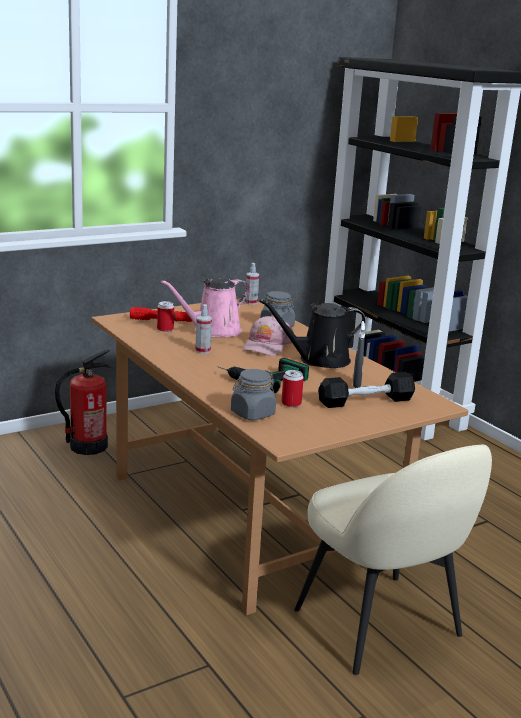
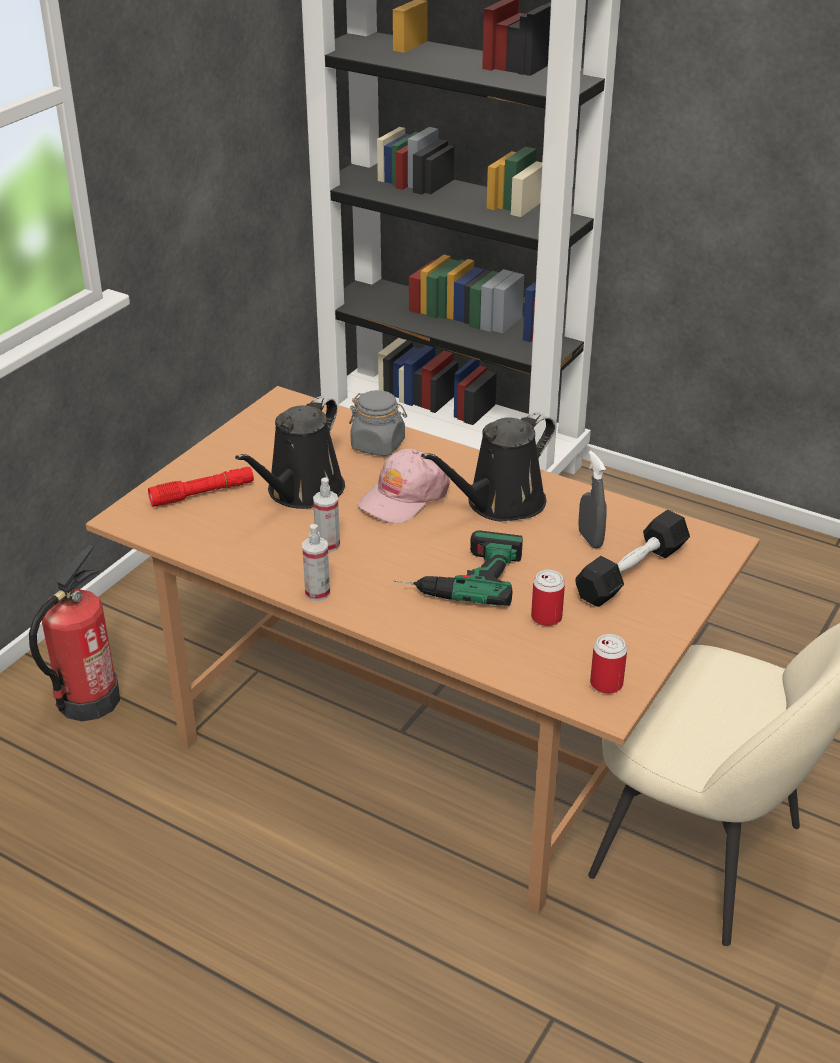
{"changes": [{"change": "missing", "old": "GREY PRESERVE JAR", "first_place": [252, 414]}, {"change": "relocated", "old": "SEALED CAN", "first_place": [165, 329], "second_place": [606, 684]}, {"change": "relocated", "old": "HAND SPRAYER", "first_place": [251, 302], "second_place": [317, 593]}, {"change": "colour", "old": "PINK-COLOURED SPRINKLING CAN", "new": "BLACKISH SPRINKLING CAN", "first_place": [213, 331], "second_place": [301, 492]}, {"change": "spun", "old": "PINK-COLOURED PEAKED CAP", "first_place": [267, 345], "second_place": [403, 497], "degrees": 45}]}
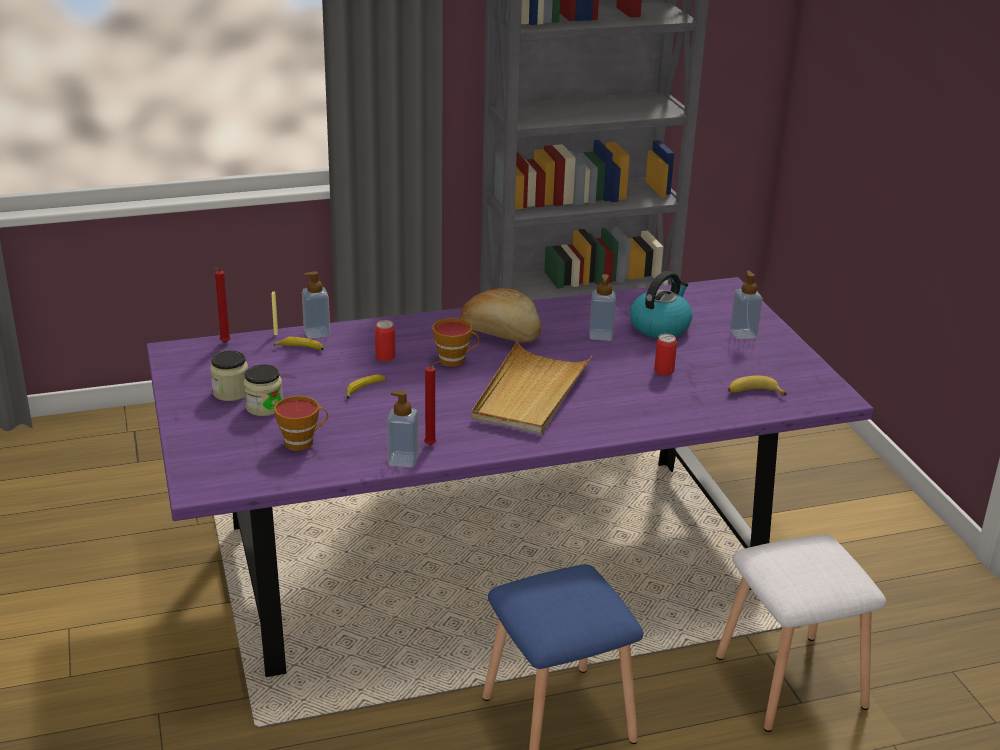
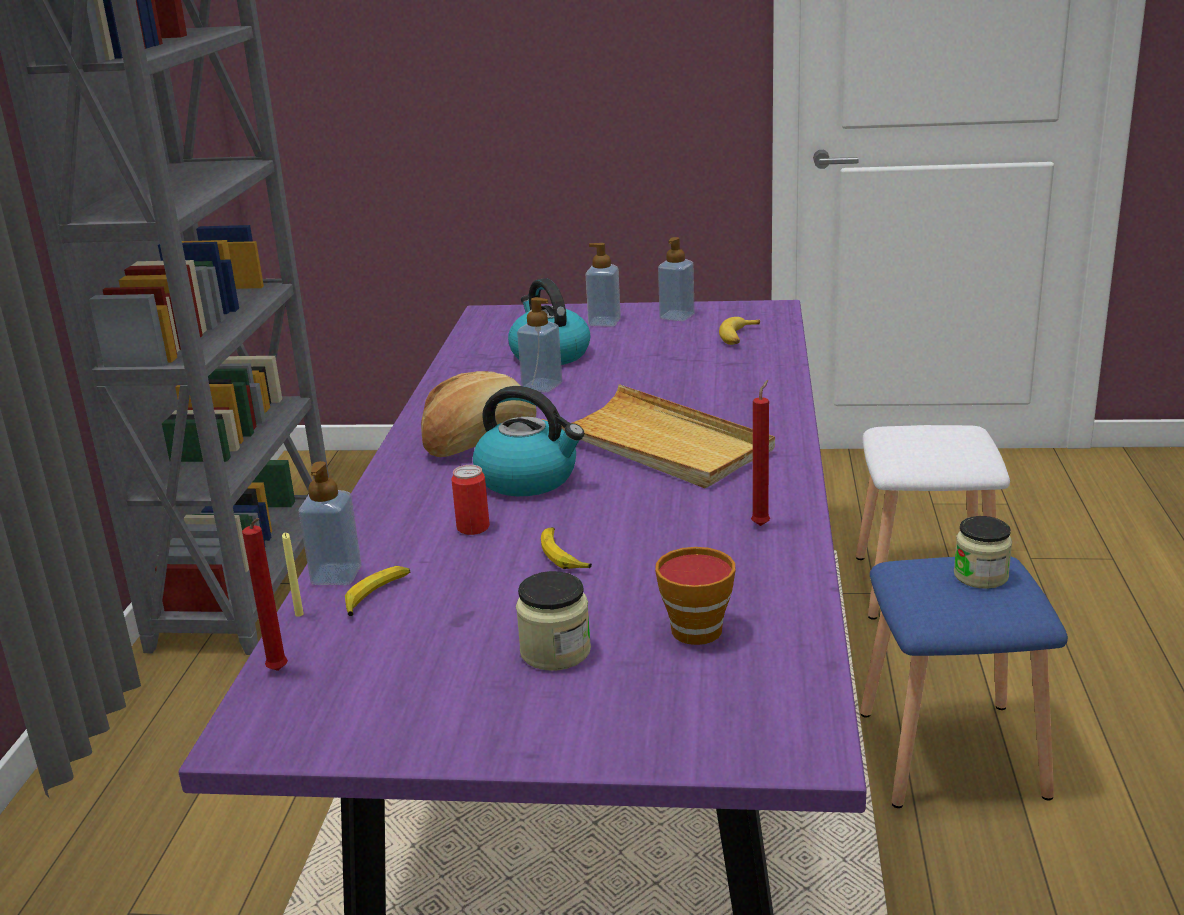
{"changes": [{"change": "missing", "old": "SEALED CAN", "first_place": [664, 371]}, {"change": "relocated", "old": "PRESERVE JAR", "first_place": [231, 392], "second_place": [980, 576]}, {"change": "relocated", "old": "LIQUID SOAP BOTTLE", "first_place": [403, 460], "second_place": [677, 316]}, {"change": "exchanged", "old": "DRINKING CUP", "new": "WATER KETTLE", "first_place": [455, 360], "second_place": [529, 479]}]}
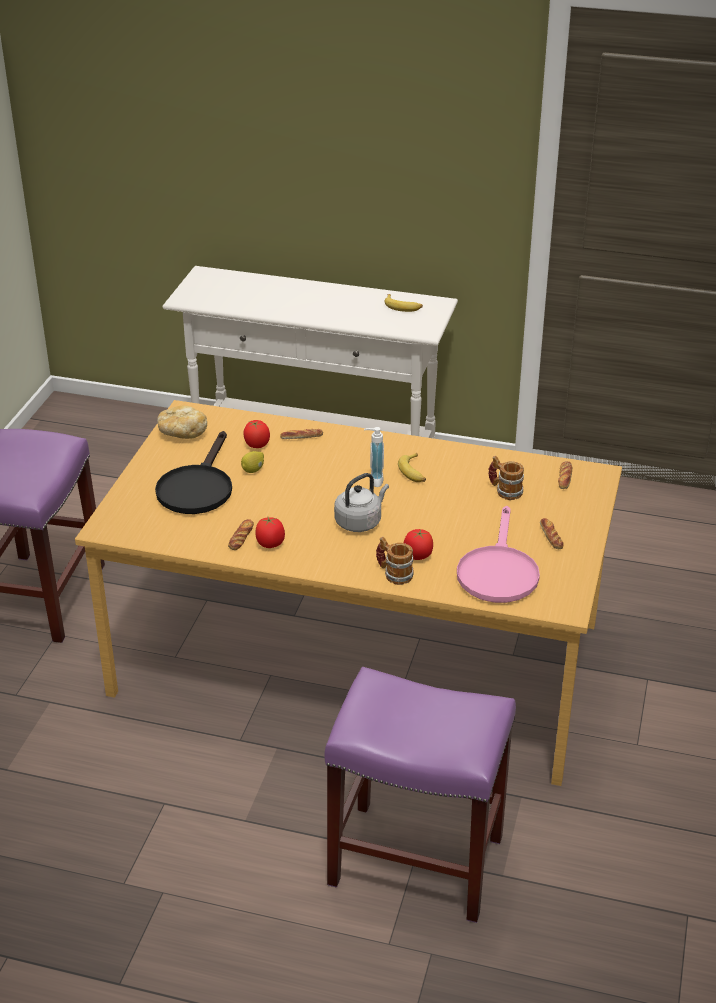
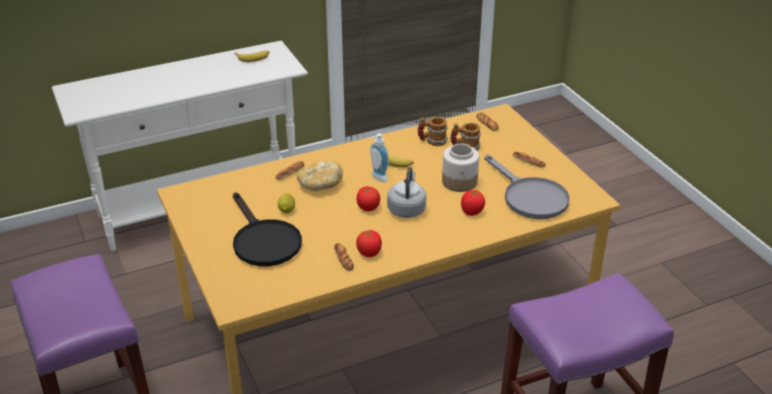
{"changes": [{"change": "appeared", "new": "PRESERVE JAR", "second_place": [460, 182]}, {"change": "relocated", "old": "BAKED BREAD", "first_place": [182, 433], "second_place": [320, 185]}, {"change": "relocated", "old": "WHOLE TOMATO", "first_place": [256, 445], "second_place": [368, 208]}, {"change": "relocated", "old": "COFFEE MUG", "first_place": [394, 573], "second_place": [432, 141]}, {"change": "colour", "old": "PINK-COLOURED PAN", "new": "GREY PAN", "first_place": [497, 571], "second_place": [529, 197]}]}
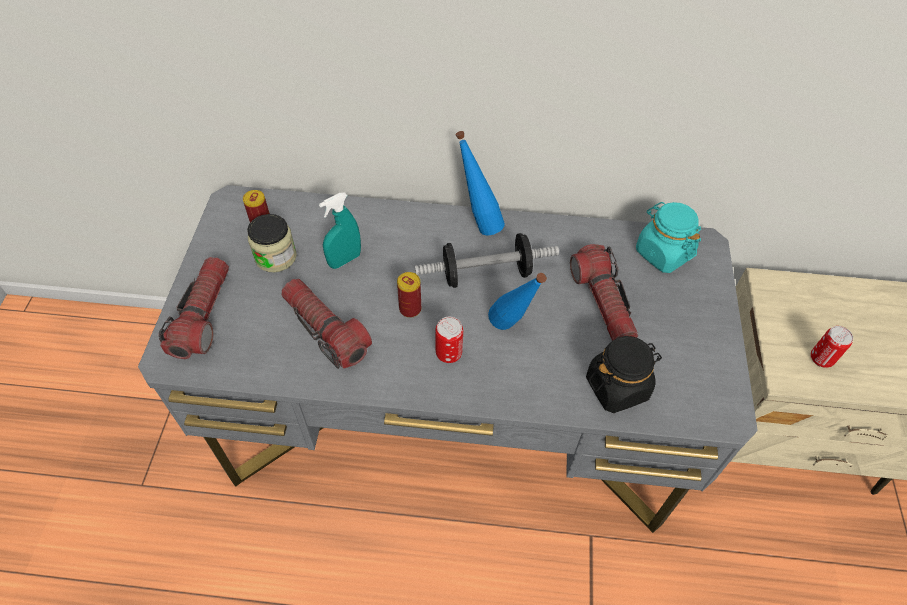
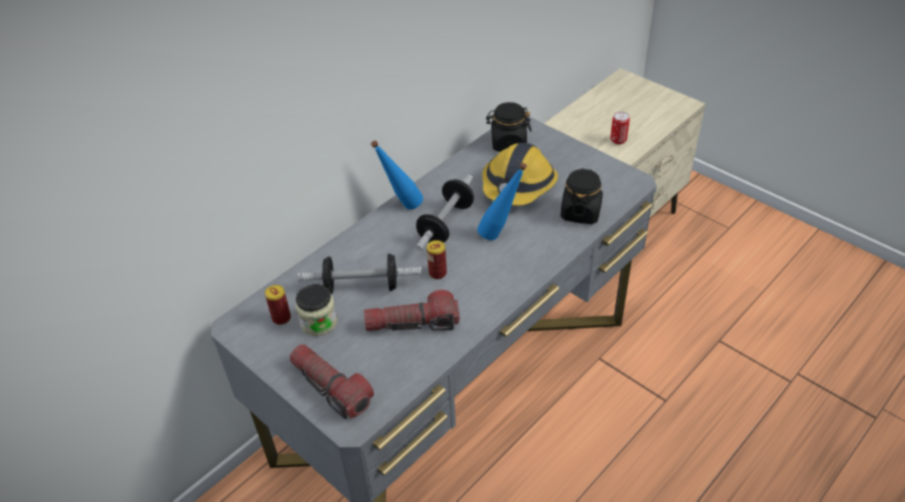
{"changes": [{"change": "missing", "old": "SEALED CAN", "first_place": [449, 353]}, {"change": "exchanged", "old": "TURQUOISE HAND SPRAYER", "new": "DUMBBELL", "first_place": [344, 260], "second_place": [362, 286]}, {"change": "exchanged", "old": "TORCH", "new": "WORK HELMET", "first_place": [602, 302], "second_place": [518, 186]}, {"change": "colour", "old": "TURQUOISE PRESERVE JAR", "new": "BLACKISH PRESERVE JAR", "first_place": [663, 253], "second_place": [508, 143]}]}
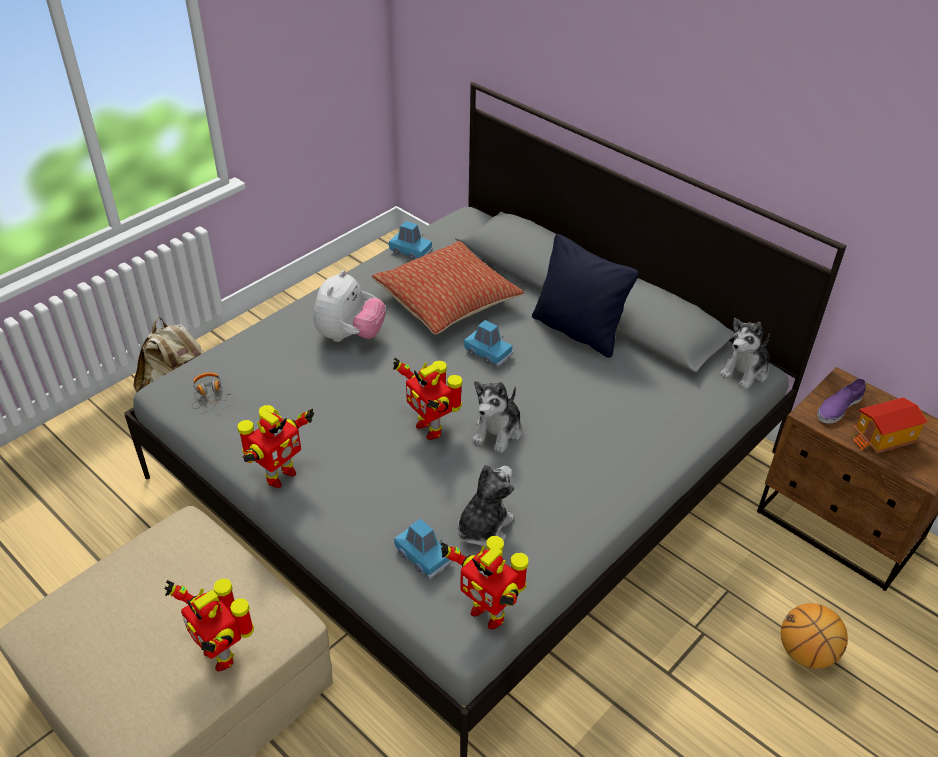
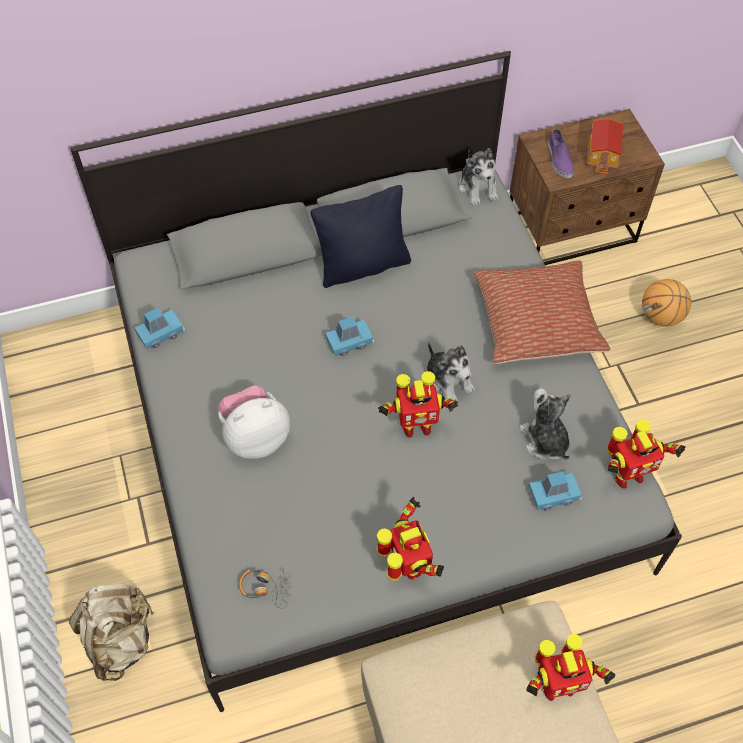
{"changes": [{"change": "relocated", "old": "CUSHION", "first_place": [447, 300], "second_place": [536, 322]}, {"change": "spun", "old": "PLUSH TOY", "first_place": [350, 335], "second_place": [255, 437], "degrees": -75}]}
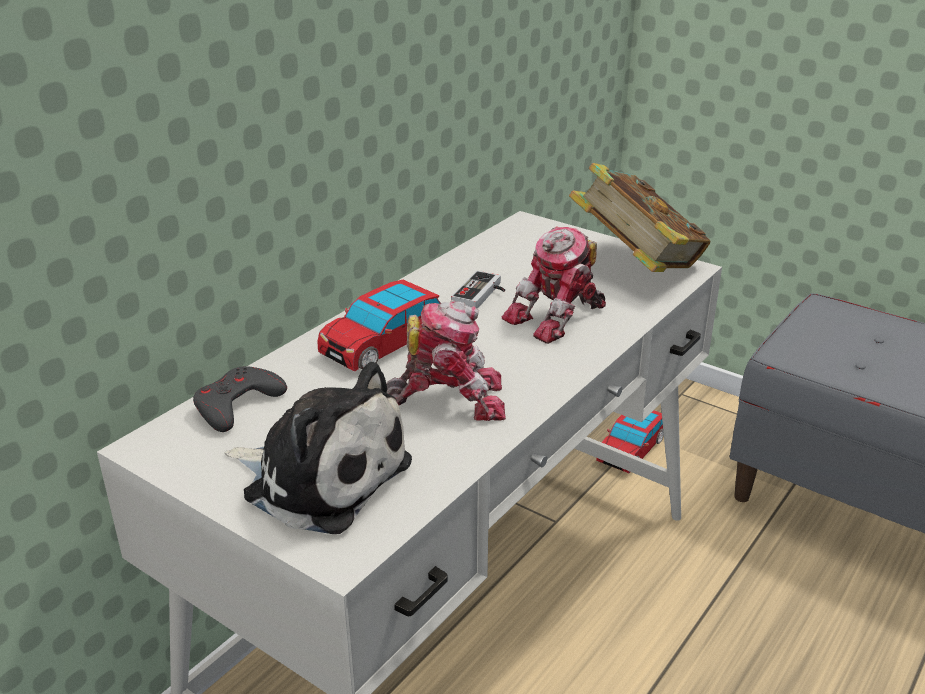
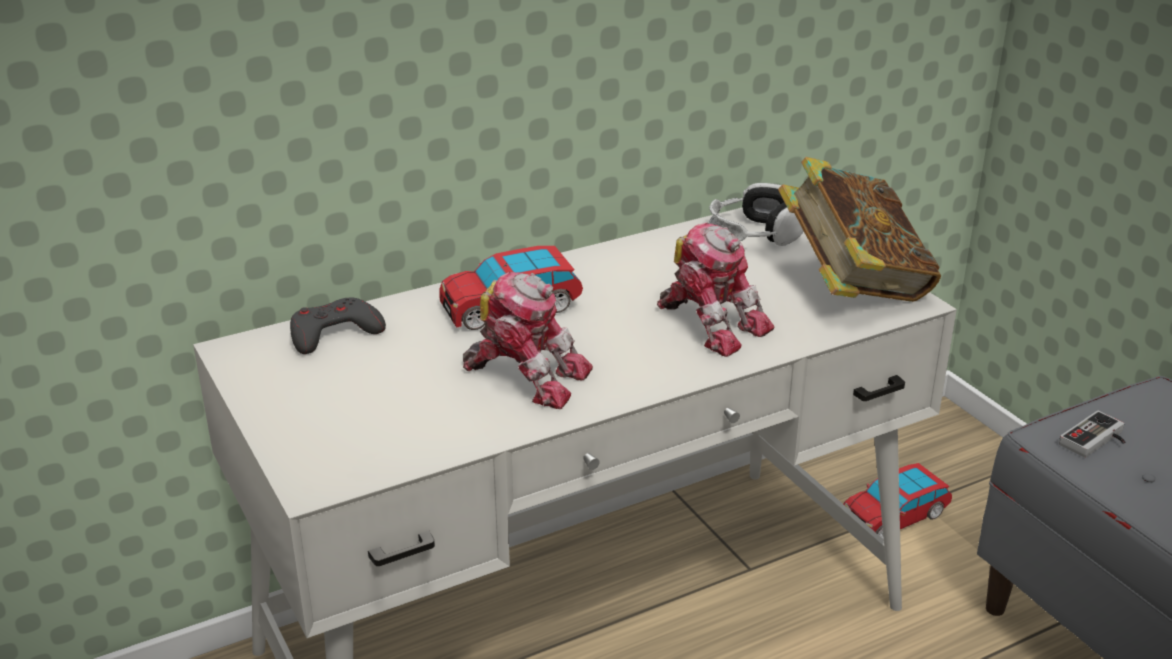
{"changes": [{"change": "missing", "old": "PLUSH TOY", "first_place": [321, 477]}, {"change": "appeared", "new": "HEADSET", "second_place": [754, 234]}, {"change": "relocated", "old": "JOYPAD", "first_place": [482, 295], "second_place": [1097, 441]}, {"change": "spun", "old": "MODEL ROBOT", "first_place": [559, 317], "second_place": [711, 323], "degrees": -120}]}
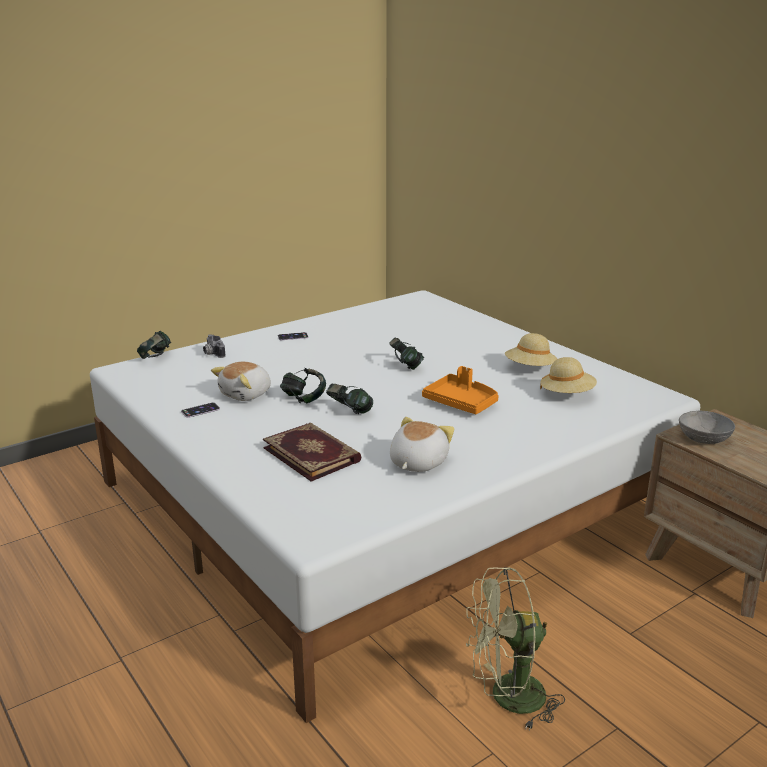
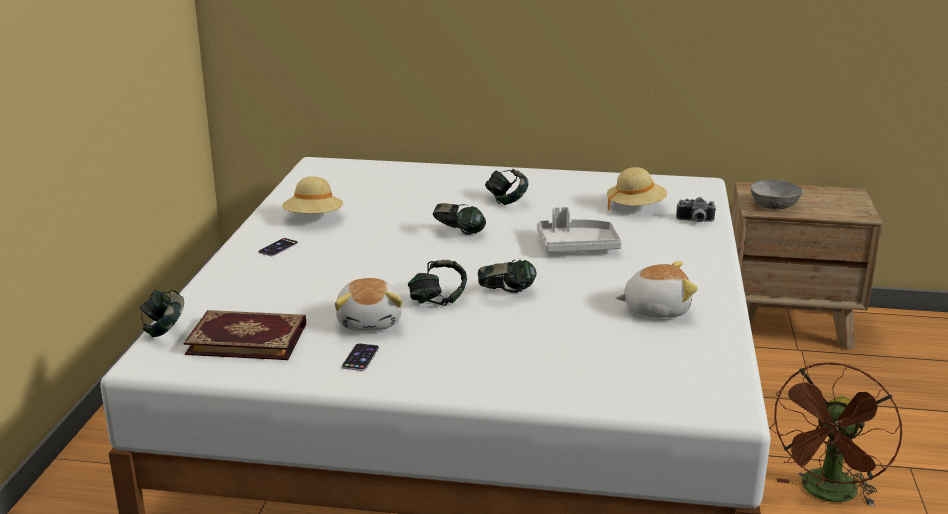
{"changes": [{"change": "appeared", "new": "HEADSET", "second_place": [506, 201]}, {"change": "relocated", "old": "STILL CAMERA", "first_place": [212, 354], "second_place": [695, 221]}, {"change": "relocated", "old": "BOUND BOOK", "first_place": [312, 454], "second_place": [247, 338]}, {"change": "relocated", "old": "BEIGE-COLOURED HAT", "first_place": [530, 368], "second_place": [314, 218]}, {"change": "colour", "old": "ORANGE CARRYING TRAY", "new": "GREY CARRYING TRAY", "first_place": [461, 403], "second_place": [577, 246]}, {"change": "colour", "old": "GREEN COOLING FAN", "new": "BROWN COOLING FAN", "first_place": [507, 698], "second_place": [827, 494]}, {"change": "spun", "old": "PLUSH TOY", "first_place": [416, 462], "second_place": [656, 309], "degrees": 105}]}
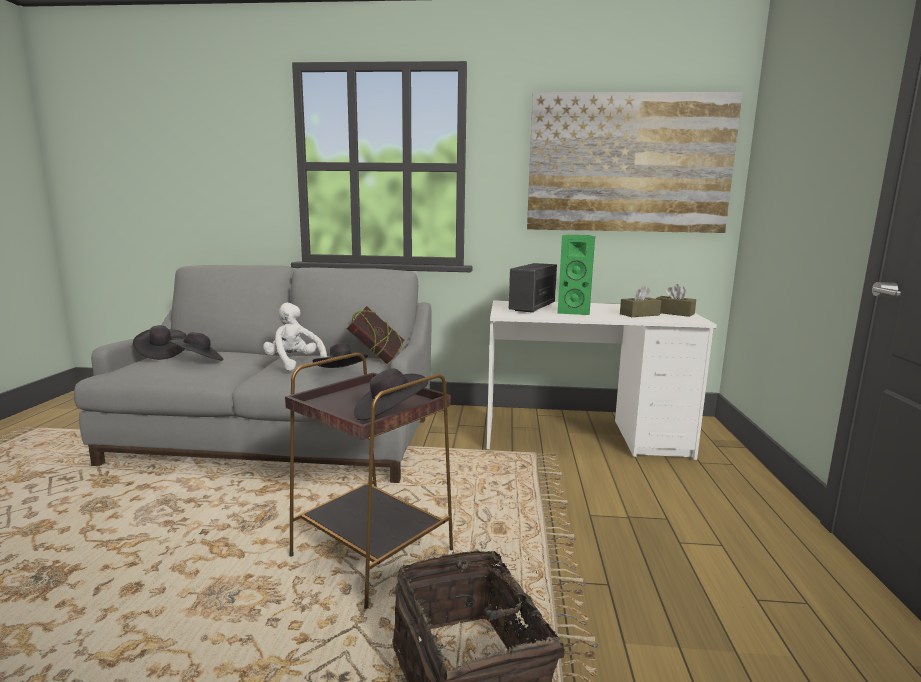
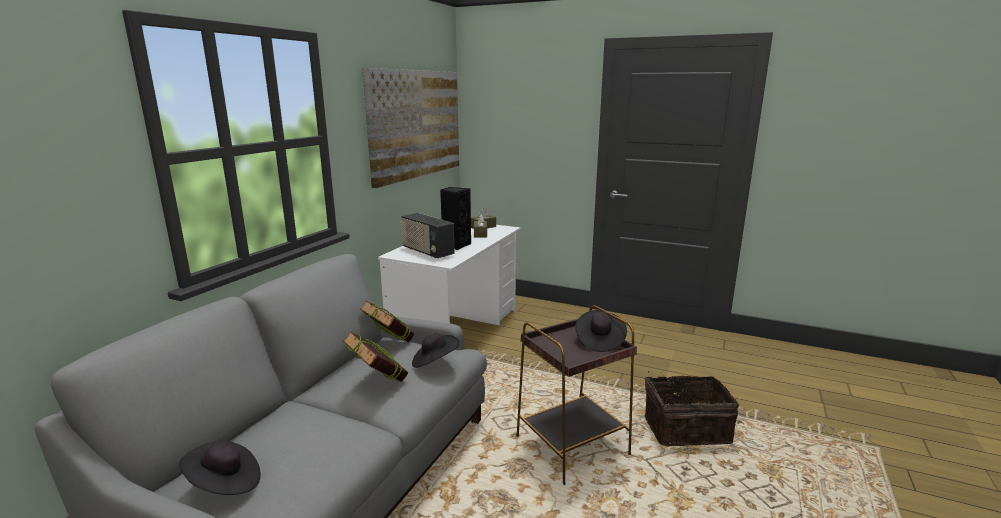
{"changes": [{"change": "missing", "old": "BLACKISH HAT", "first_place": [198, 361]}, {"change": "exchanged", "old": "WHITE-COLOURED PLUSH TOY", "new": "BOUND BOOK", "first_place": [294, 363], "second_place": [378, 383]}, {"change": "colour", "old": "GREEN LOUDSPEAKER", "new": "BLACKISH LOUDSPEAKER", "first_place": [573, 312], "second_place": [456, 245]}]}
